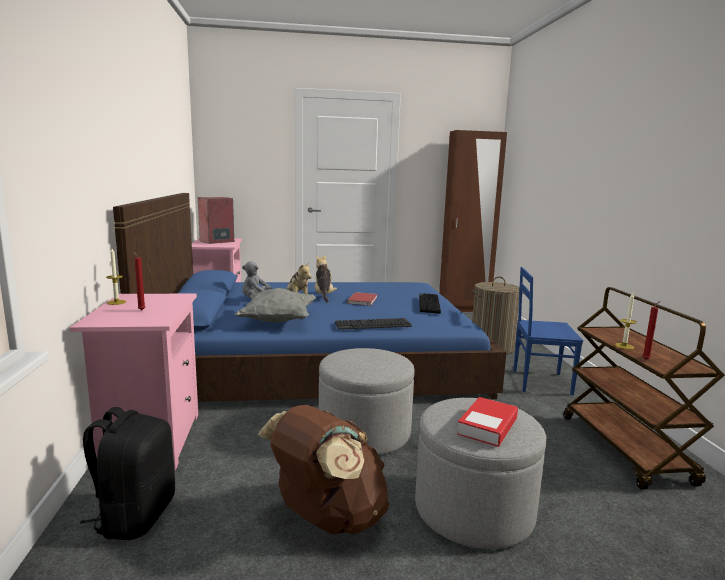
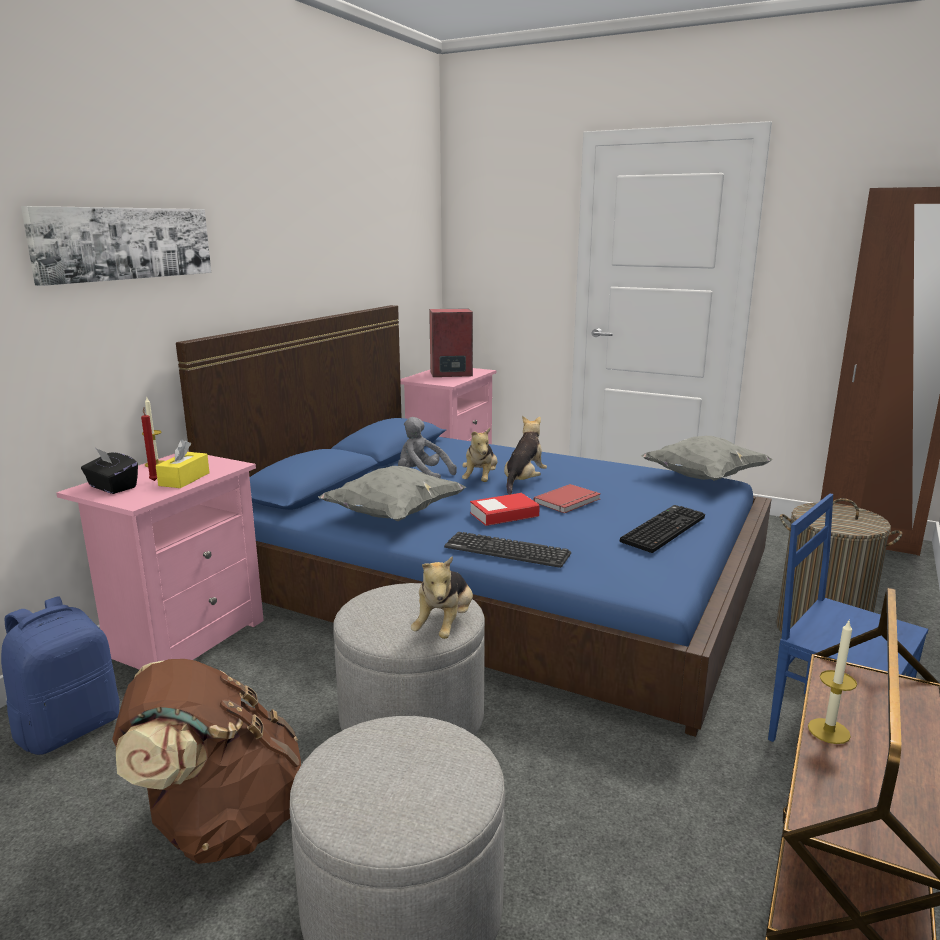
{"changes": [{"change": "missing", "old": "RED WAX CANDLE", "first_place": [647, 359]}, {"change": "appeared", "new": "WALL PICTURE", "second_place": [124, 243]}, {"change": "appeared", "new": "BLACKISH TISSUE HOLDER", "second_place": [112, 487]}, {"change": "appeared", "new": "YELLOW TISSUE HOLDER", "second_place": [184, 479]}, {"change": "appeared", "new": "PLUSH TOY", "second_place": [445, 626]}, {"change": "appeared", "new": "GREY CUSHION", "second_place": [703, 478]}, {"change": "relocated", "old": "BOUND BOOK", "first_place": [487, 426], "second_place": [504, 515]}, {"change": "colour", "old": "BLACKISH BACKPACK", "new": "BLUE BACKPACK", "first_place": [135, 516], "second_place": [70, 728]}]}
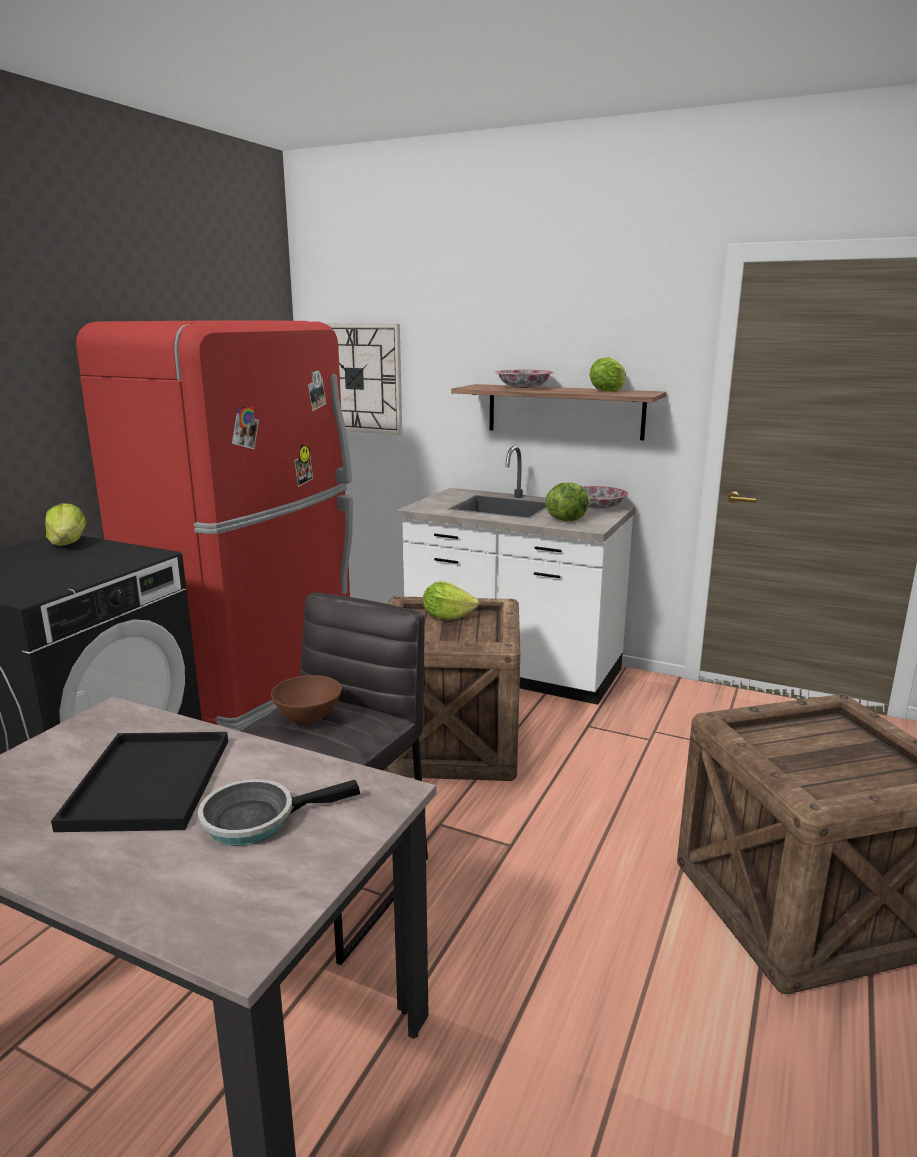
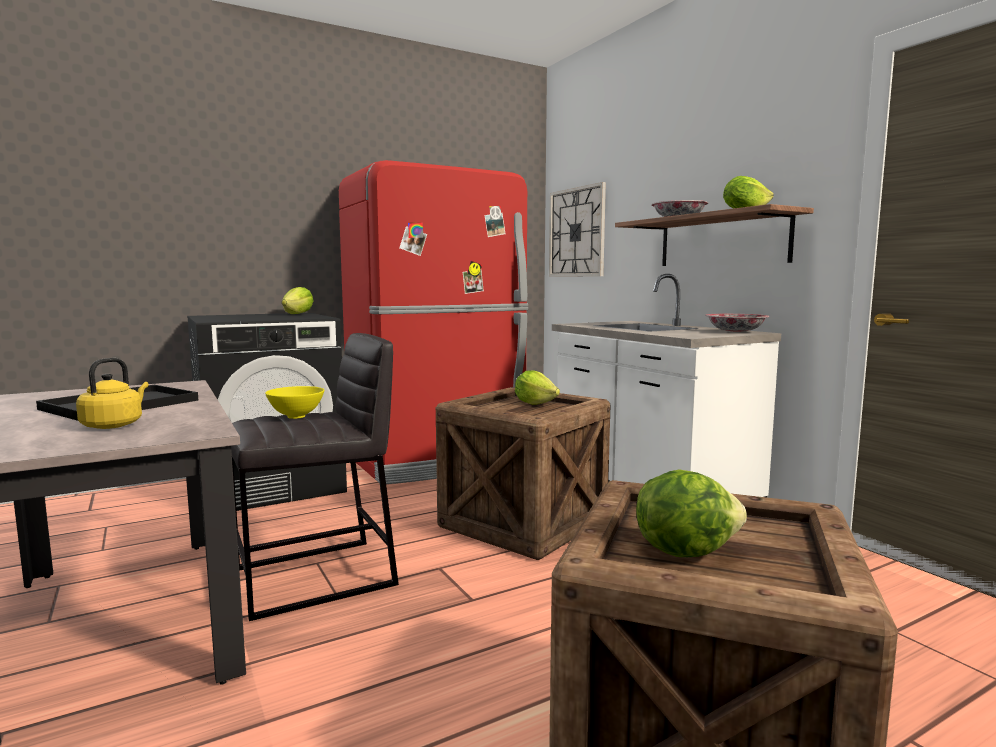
{"changes": [{"change": "relocated", "old": "LETTUCE", "first_place": [566, 519], "second_place": [684, 550]}, {"change": "exchanged", "old": "PAN", "new": "YELLOW WATER KETTLE", "first_place": [256, 819], "second_place": [114, 425]}, {"change": "colour", "old": "BROWN BOWL", "new": "YELLOW BOWL", "first_place": [308, 719], "second_place": [295, 416]}]}
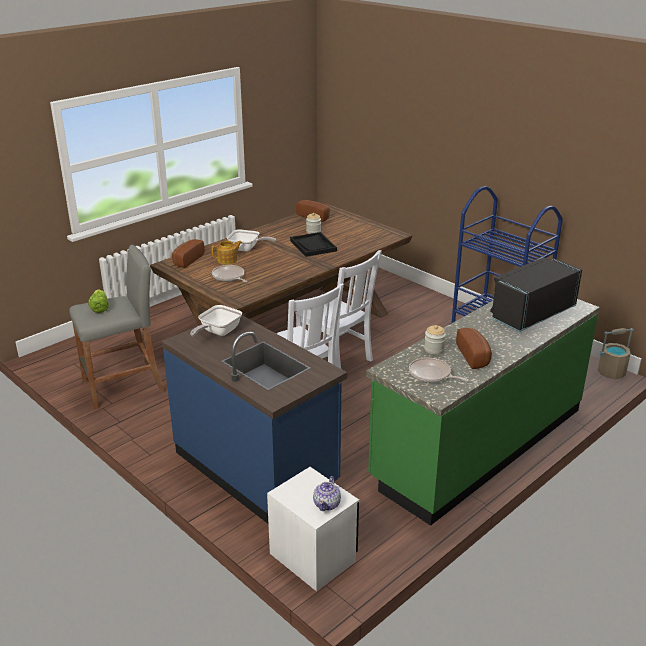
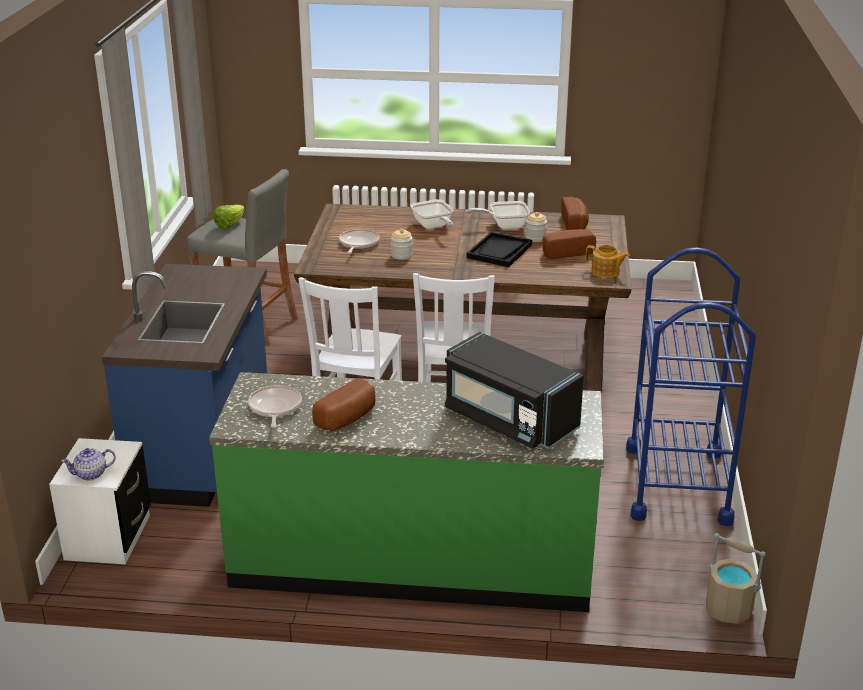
{"changes": [{"change": "relocated", "old": "BAKED BREAD", "first_place": [186, 260], "second_place": [566, 252]}, {"change": "relocated", "old": "PAN", "first_place": [218, 332], "second_place": [504, 225]}, {"change": "relocated", "old": "TEA POT", "first_place": [228, 260], "second_place": [605, 272]}, {"change": "relocated", "old": "PRESERVE JAR", "first_place": [434, 349], "second_place": [401, 255]}, {"change": "spun", "old": "BLACKISH KITCHEN MICROWAVE", "first_place": [532, 313], "second_place": [508, 420], "degrees": -150}]}
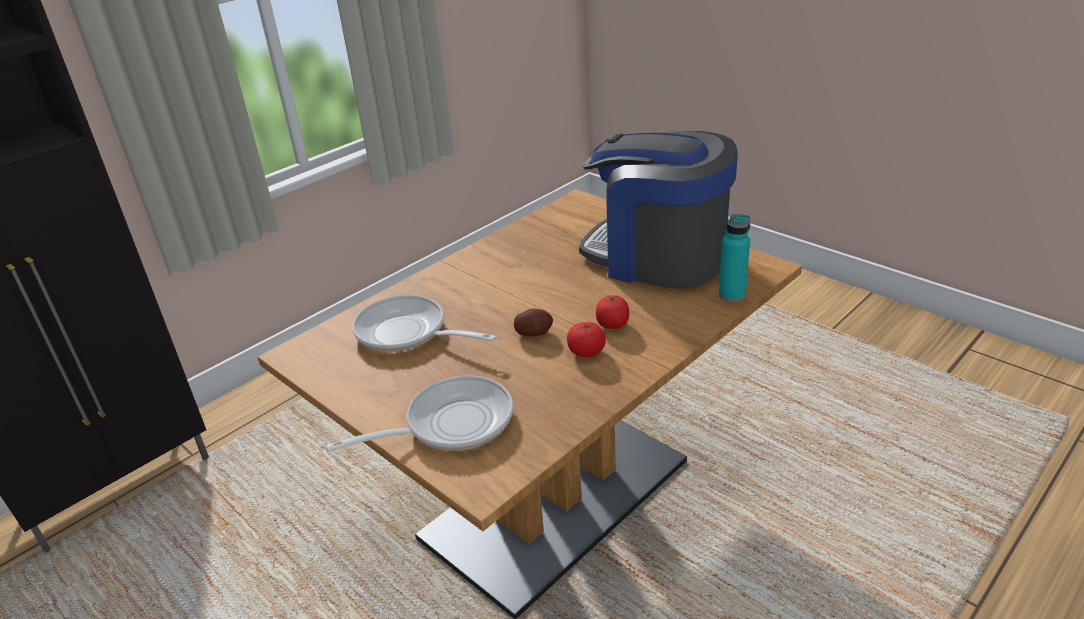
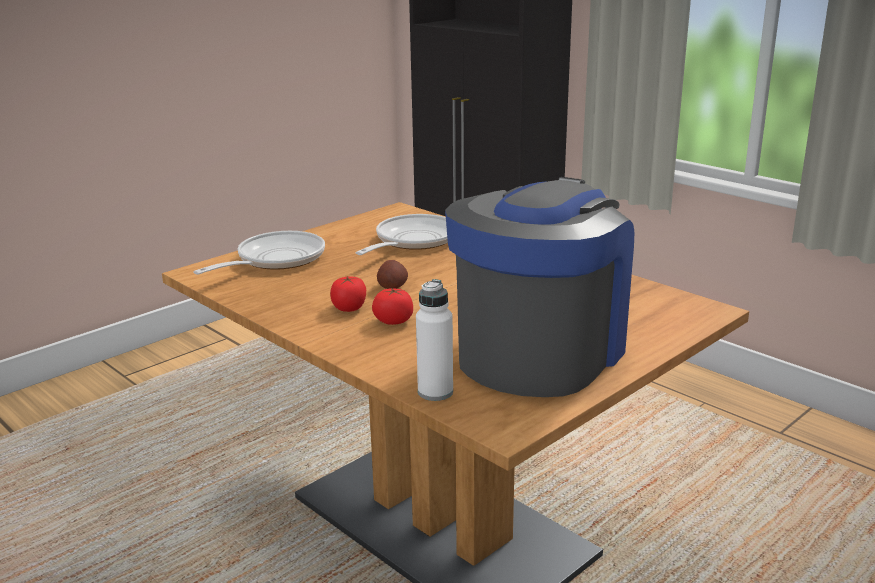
{"changes": [{"change": "colour", "old": "TURQUOISE DRINK BOTTLE", "new": "WHITE-COLOURED DRINK BOTTLE", "first_place": [732, 294], "second_place": [435, 392]}, {"change": "spun", "old": "PAN", "first_place": [450, 424], "second_place": [275, 260], "degrees": -120}]}
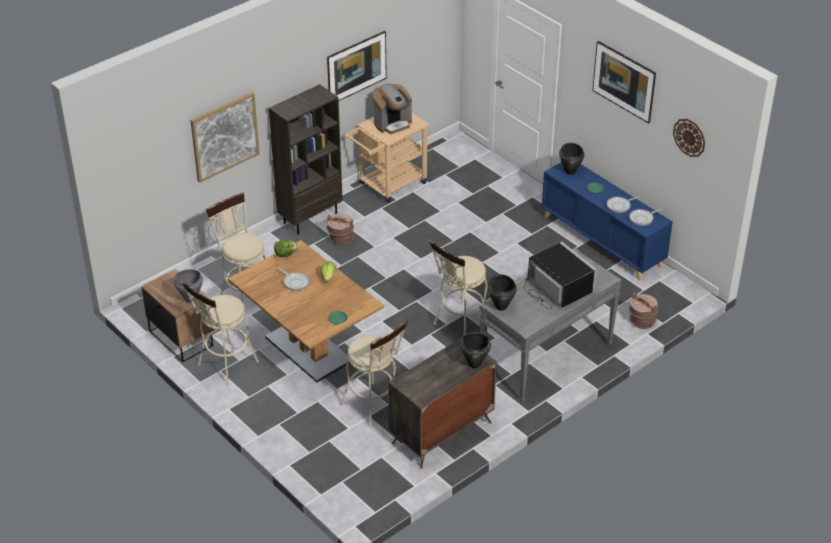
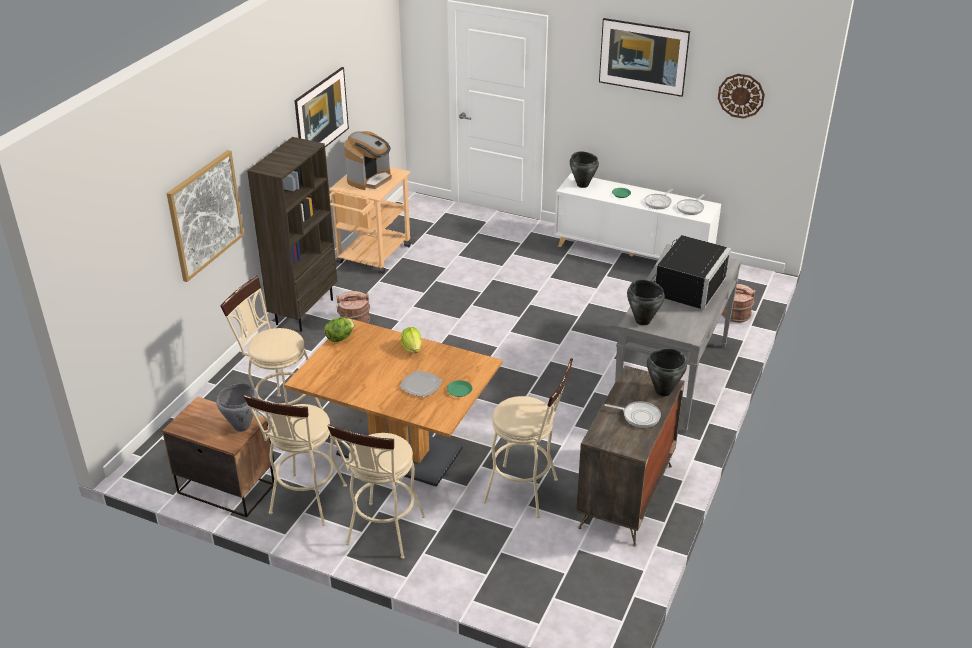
{"changes": [{"change": "appeared", "new": "DINNER PLATE", "second_place": [420, 385]}, {"change": "relocated", "old": "PAN", "first_place": [295, 282], "second_place": [639, 416]}, {"change": "relocated", "old": "BEIGE-COLOURED STOOL SEAT", "first_place": [459, 325], "second_place": [383, 535]}, {"change": "colour", "old": "BLUE CABINET", "new": "WHITE-COLOURED CABINET", "first_place": [602, 241], "second_place": [633, 253]}, {"change": "spun", "old": "BLACKISH KITCHEN MICROWAVE", "first_place": [556, 288], "second_place": [685, 287], "degrees": 90}]}
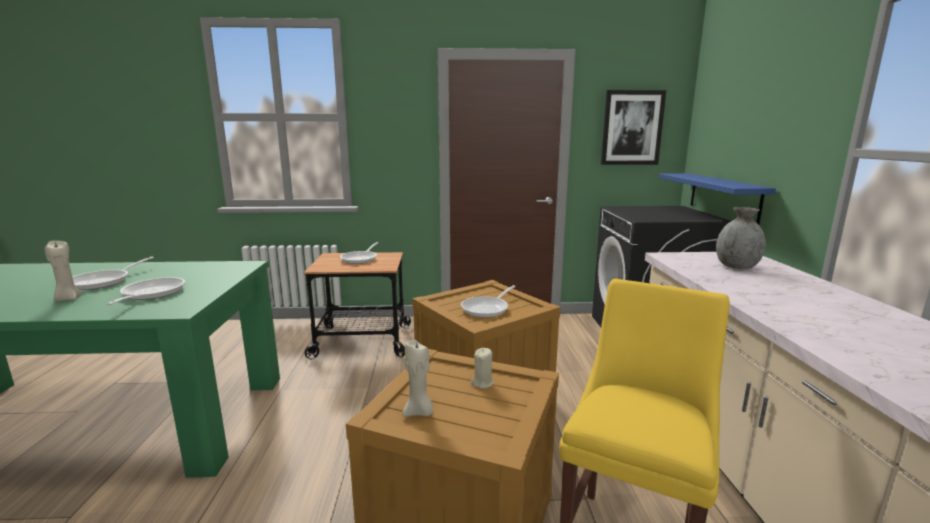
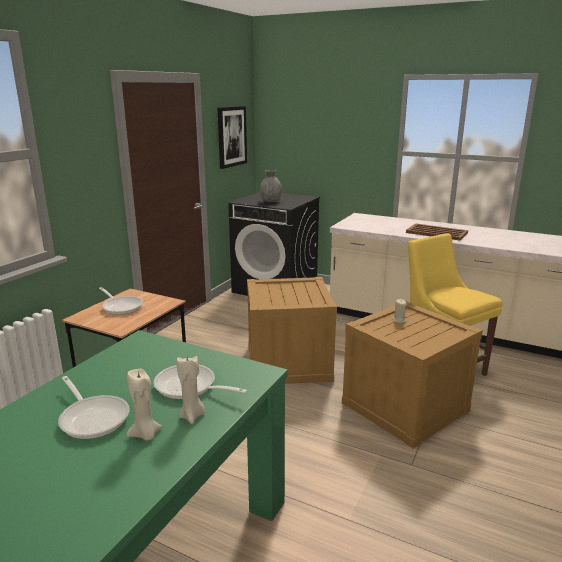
{"changes": [{"change": "missing", "old": "PAN", "first_place": [487, 308]}, {"change": "missing", "old": "BLUE WALL SHELF", "first_place": [723, 197]}, {"change": "appeared", "new": "BROWN CARRYING TRAY", "second_place": [436, 232]}, {"change": "relocated", "old": "BEIGE-COLOURED WAX CANDLE", "first_place": [419, 412], "second_place": [192, 416]}, {"change": "relocated", "old": "GREY FLOWER VASE", "first_place": [736, 267], "second_place": [270, 201]}]}
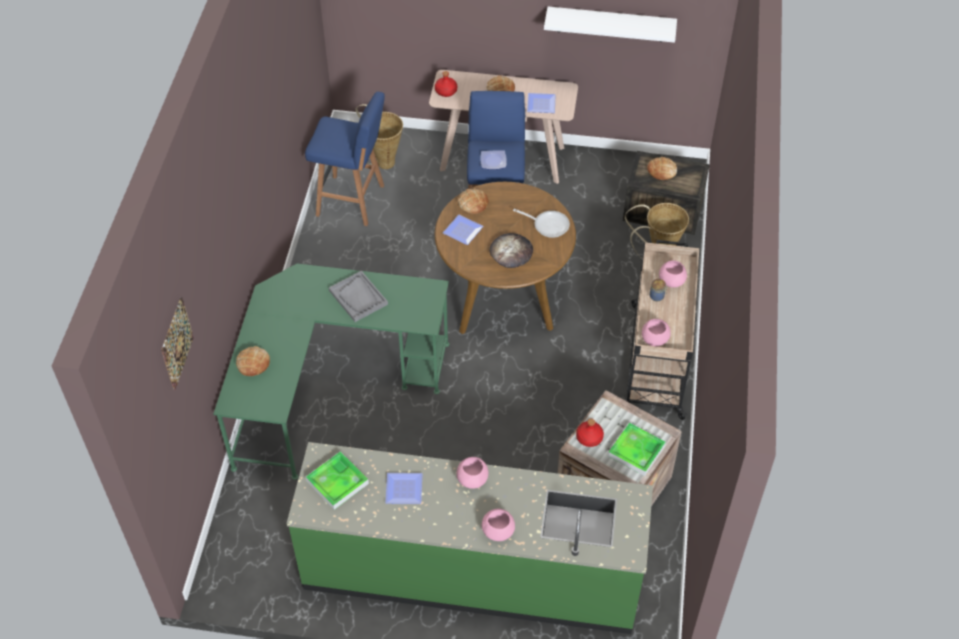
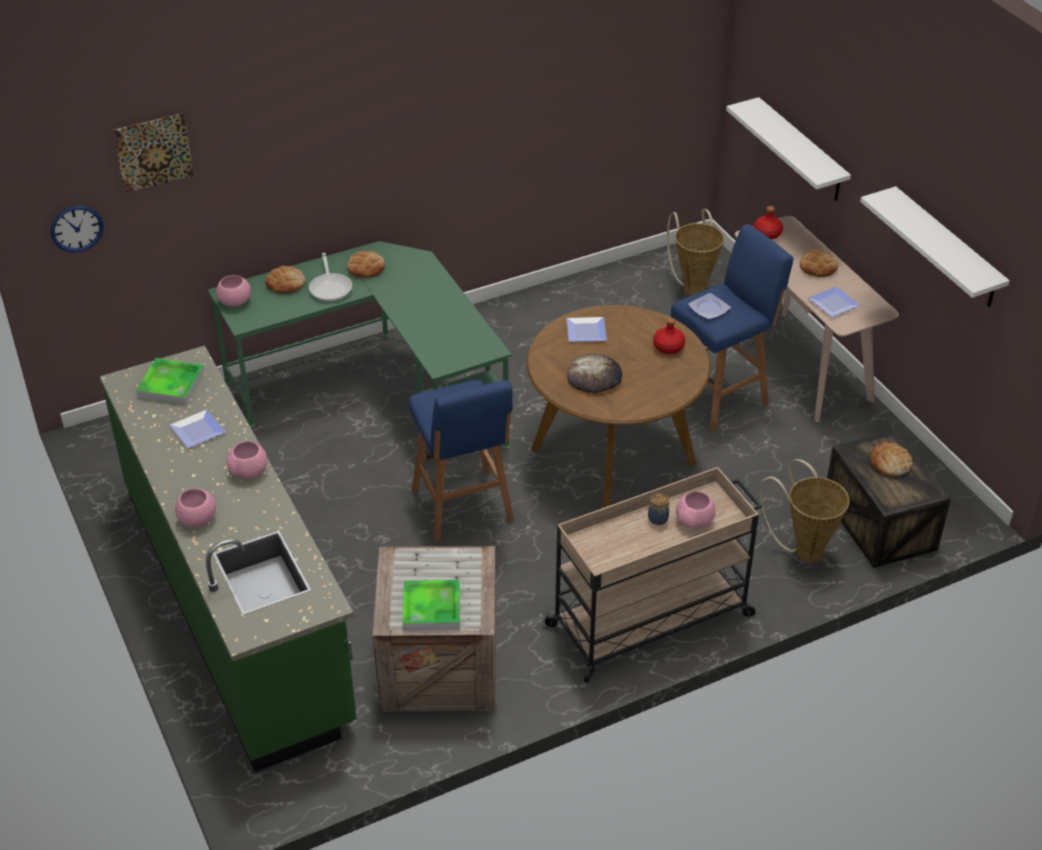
{"changes": [{"change": "missing", "old": "GREY CARRYING TRAY", "first_place": [358, 297]}, {"change": "appeared", "new": "HANGING CLOCK", "second_place": [76, 228]}, {"change": "appeared", "new": "WHITE-COLOURED WALL SHELF", "second_place": [801, 151]}, {"change": "relocated", "old": "BLUE STOOL SEAT", "first_place": [353, 201], "second_place": [463, 508]}, {"change": "relocated", "old": "BAKED BREAD", "first_place": [473, 203], "second_place": [366, 268]}, {"change": "relocated", "old": "PAN", "first_place": [548, 225], "second_place": [330, 287]}, {"change": "relocated", "old": "RED DRINK BOTTLE", "first_place": [589, 438], "second_place": [668, 346]}, {"change": "relocated", "old": "PINK-COLOURED BOWL", "first_place": [654, 339], "second_place": [234, 301]}]}
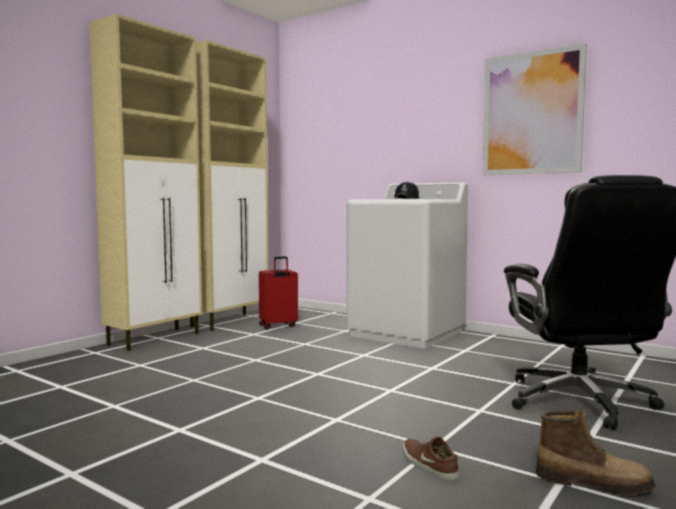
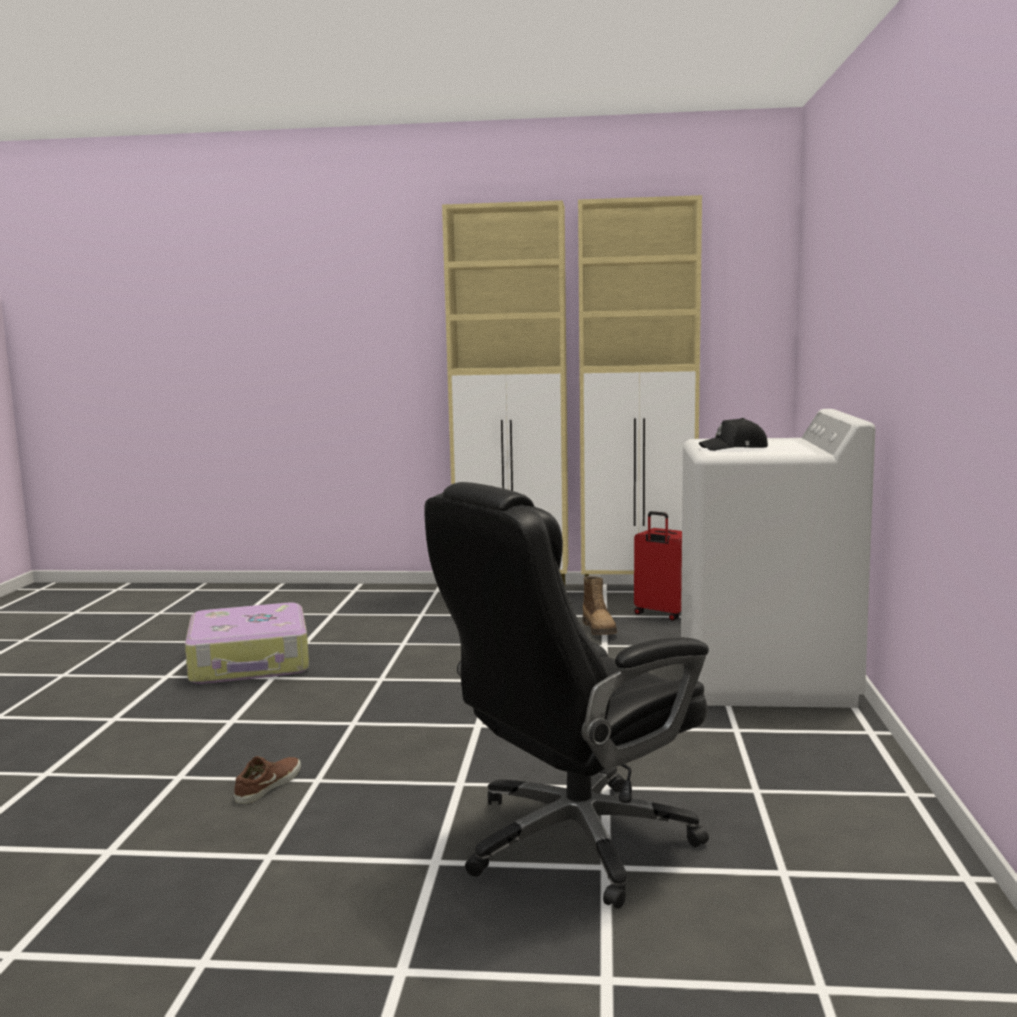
{"changes": [{"change": "missing", "old": "WALL PICTURE", "first_place": [532, 113]}, {"change": "appeared", "new": "TRAVEL CASE", "second_place": [250, 662]}, {"change": "relocated", "old": "TALL BOOT", "first_place": [592, 483], "second_place": [600, 629]}]}
